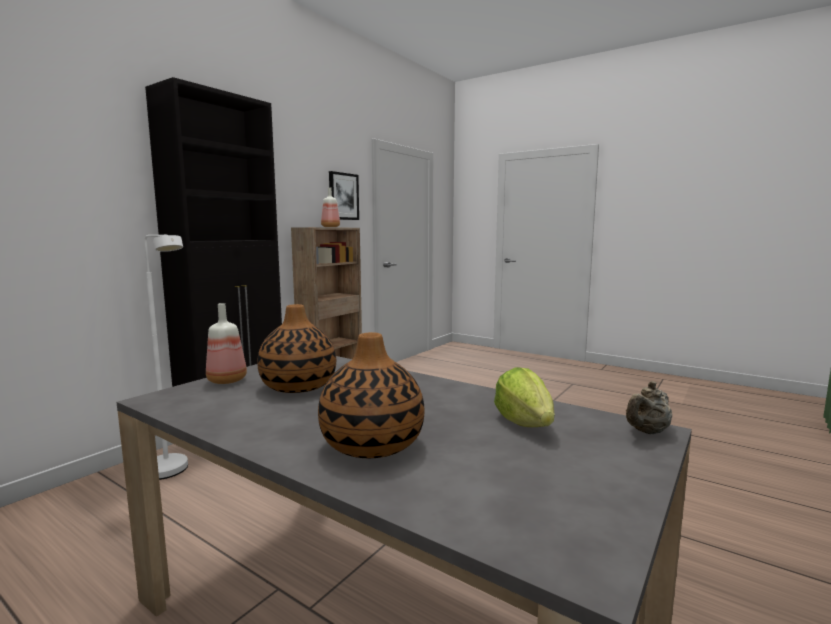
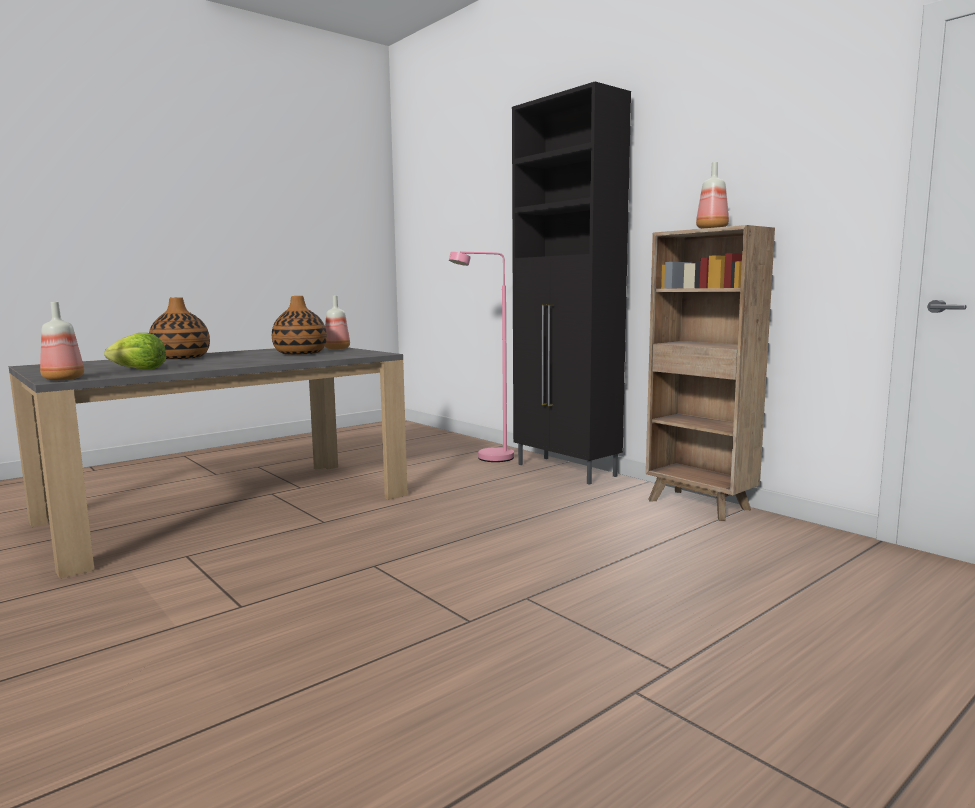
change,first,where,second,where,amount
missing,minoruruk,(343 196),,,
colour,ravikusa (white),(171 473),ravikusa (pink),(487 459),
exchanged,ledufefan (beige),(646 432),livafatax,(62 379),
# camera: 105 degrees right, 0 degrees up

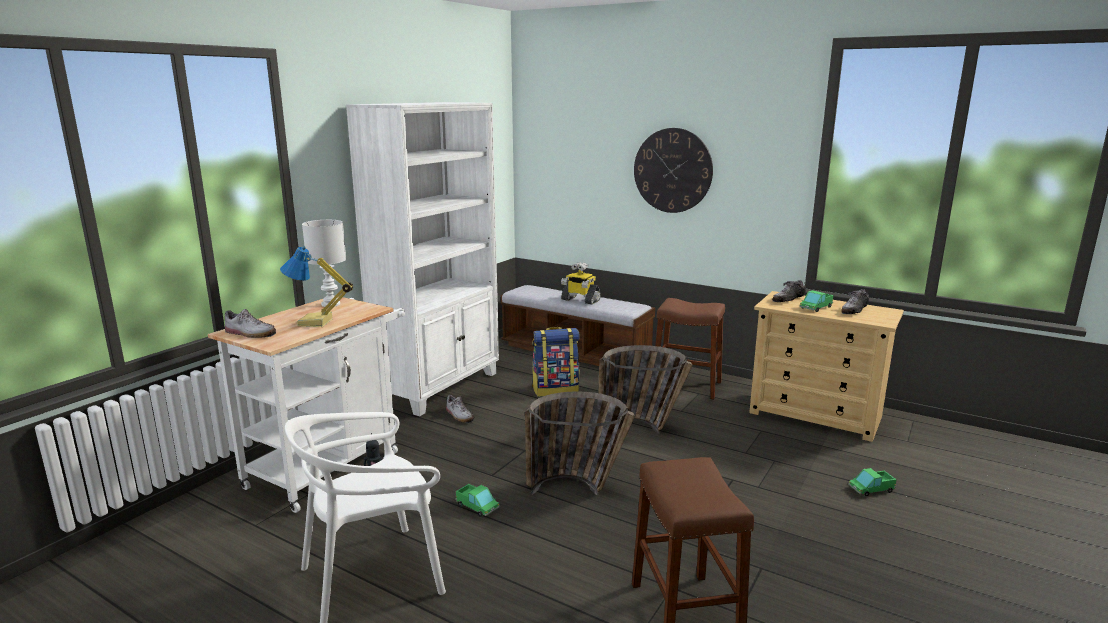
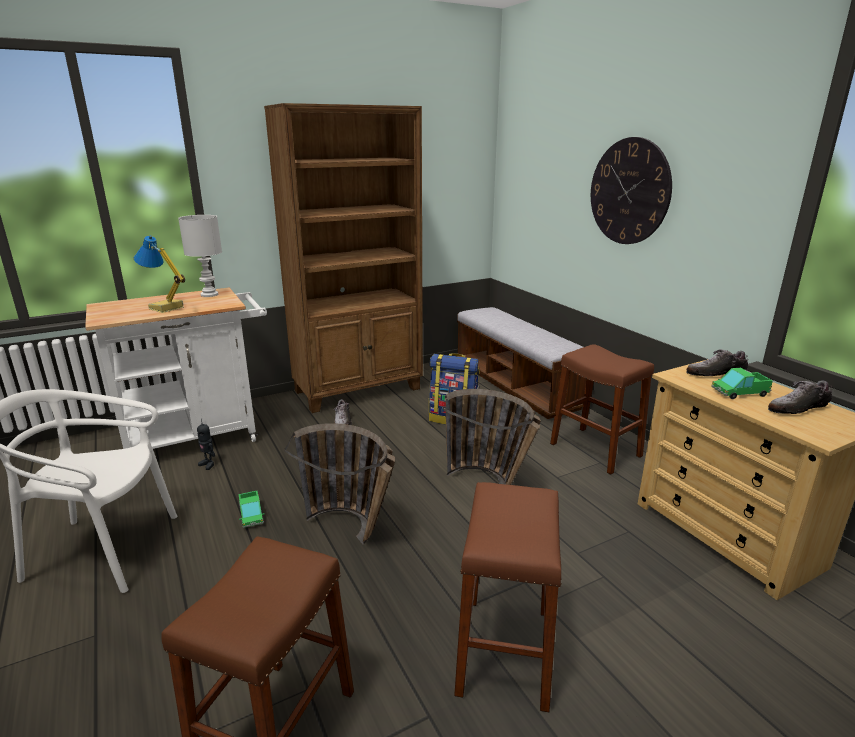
change,first,where,second,where,amount
colour,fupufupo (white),(439 387),fupufupo (brown),(359 390),
missing,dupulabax,(580 300),,,
missing,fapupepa,(250 333),,,
missing,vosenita,(871 489),,,
appeared,,,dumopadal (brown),(505 650),
# camera: 30 degrees right, 5 degrees up

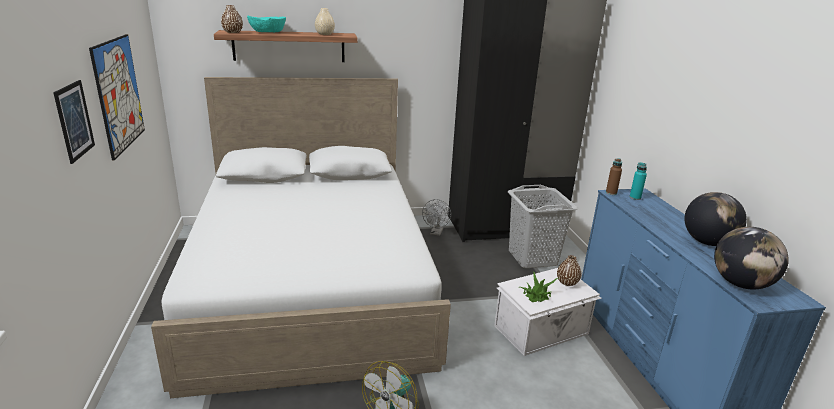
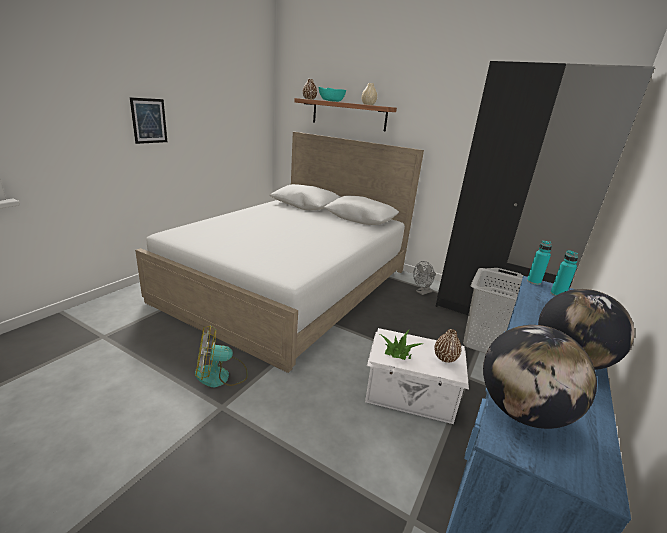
change,first,where,second,where,amount
missing,minoruruk,(119 94),,,
colour,livafatax (brown),(611 193),livafatax (turquoise),(533 282),
# camera: 40 degrees right, 0 degrees up

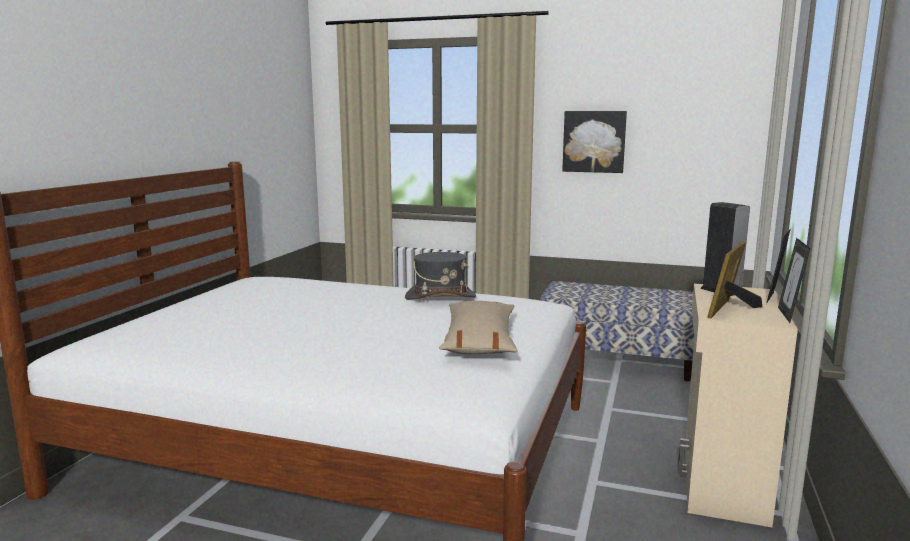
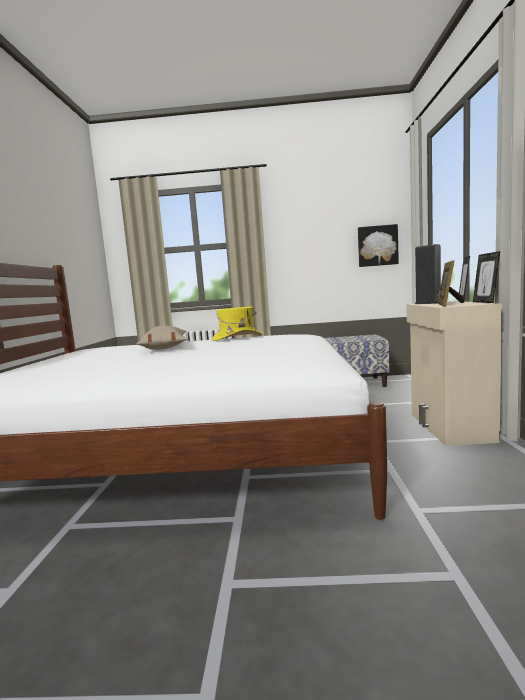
change,first,where,second,where,amount
relocated,minoruruk,(594 141),,(377 246),
colour,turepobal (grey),(440 297),turepobal (yellow),(237 338),
relocated,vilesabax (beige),(479 341),,(165 347),
# camera: 15 degrees left, 5 degrees down

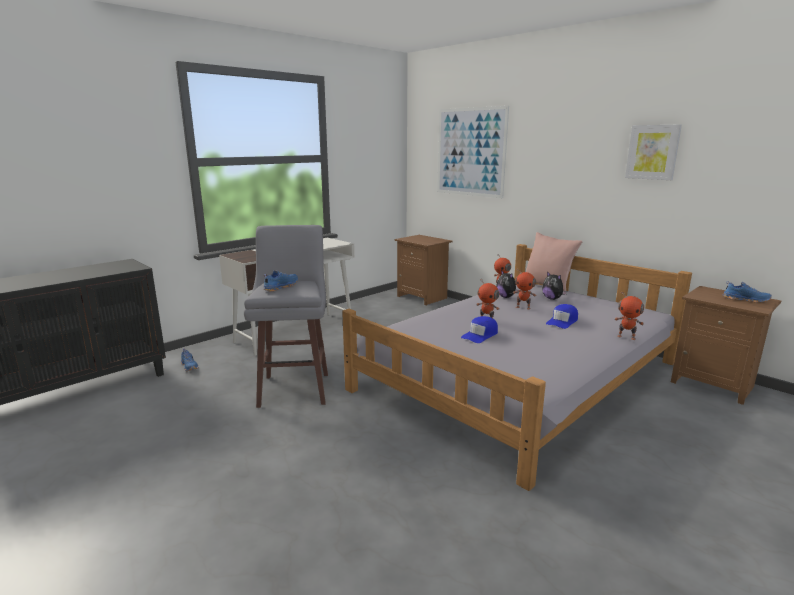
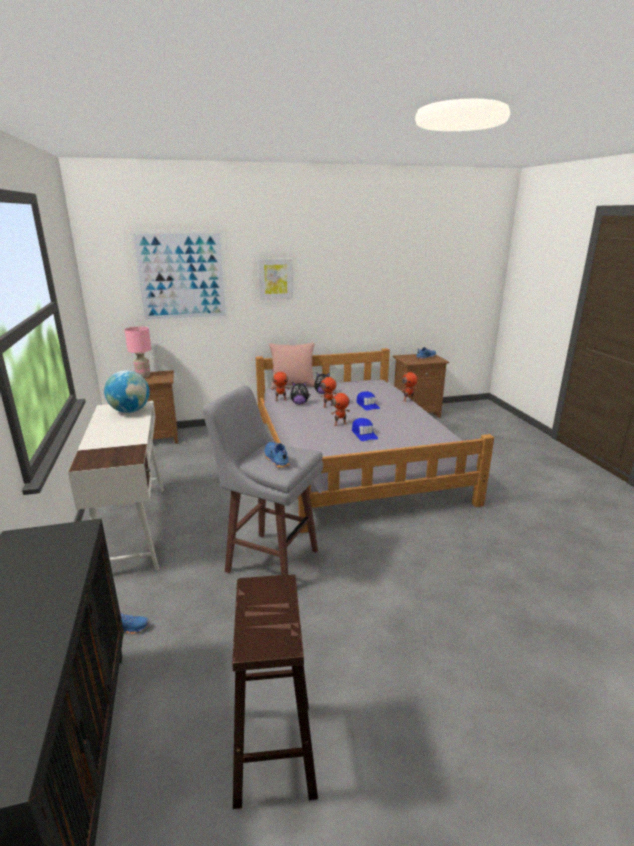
change,first,where,second,where,amount
relocated,minoruruk,(652 152),,(275 279),
appeared,,,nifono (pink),(143 376),
appeared,,,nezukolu,(130 411),
appeared,,,dumopadal (brown),(274 753),
# camera: 60 degrees left, 5 degrees up

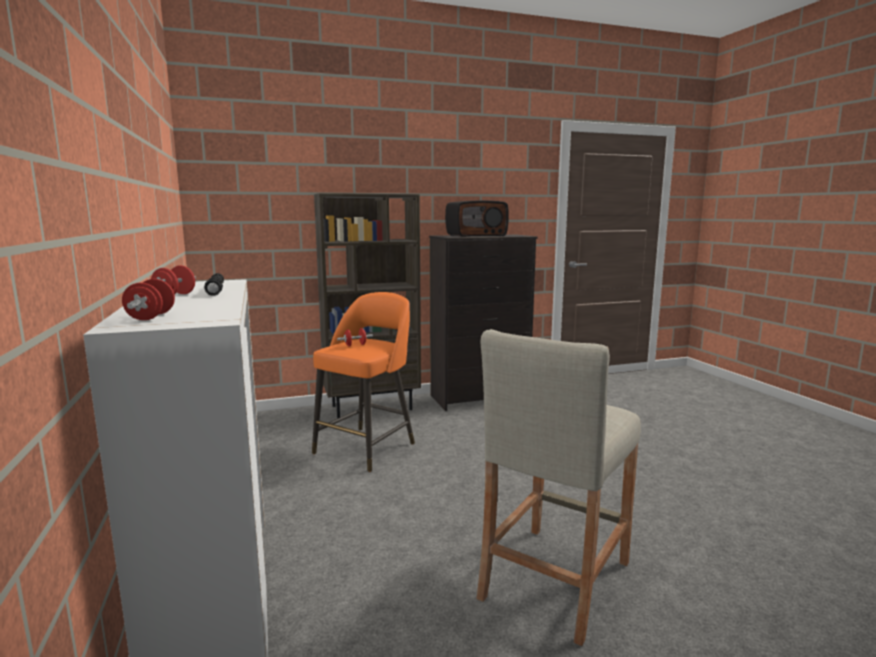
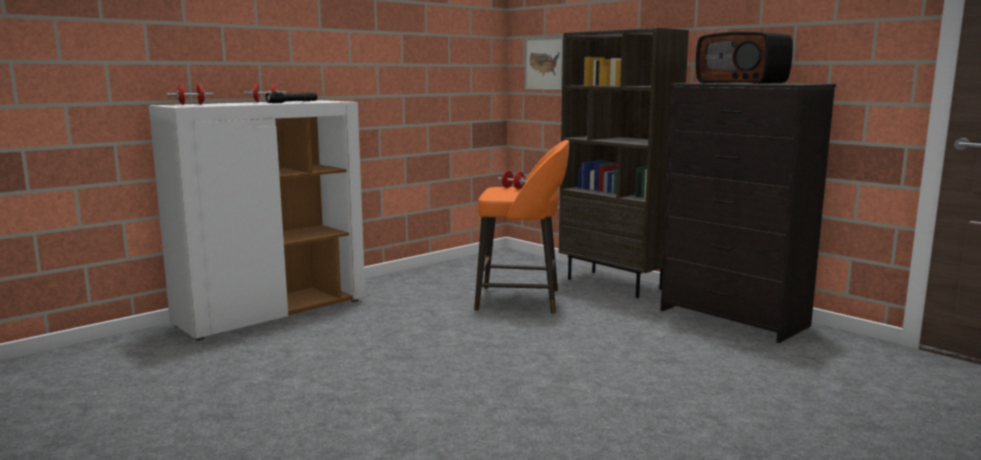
change,first,where,second,where,amount
missing,dumopadal (beige),(554 579),,,
appeared,,,minoruruk,(544 64),
# camera: 65 degrees right, 0 degrees up

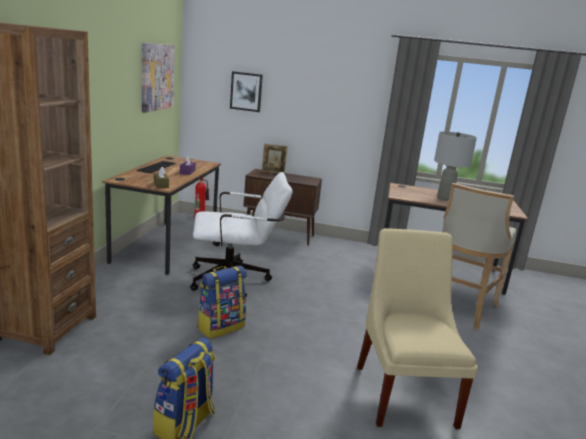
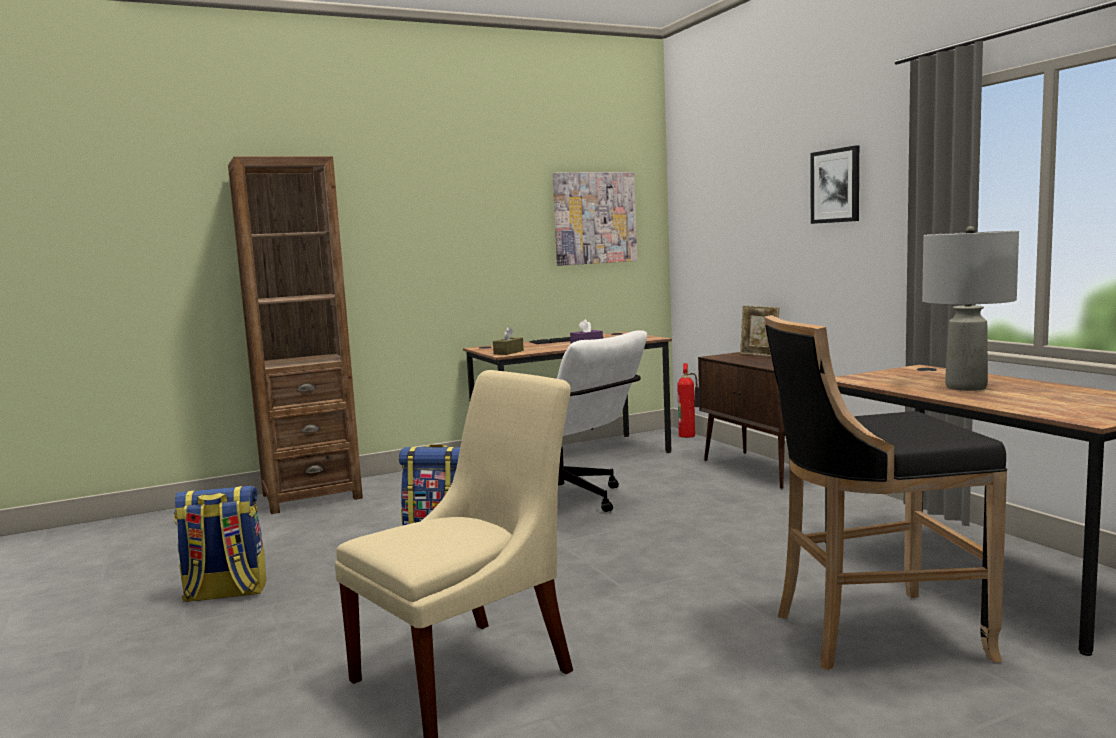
change,first,where,second,where,amount
relocated,minoruruk,(246 91),,(836 186),
colour,dumopadal (beige),(459 309),dumopadal (black),(871 634),
# camera: 55 degrees right, 10 degrees down

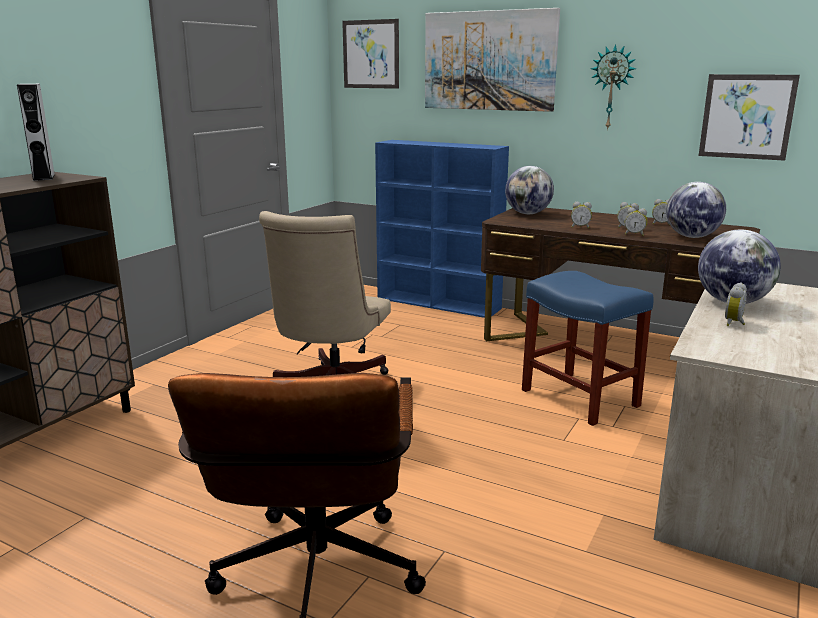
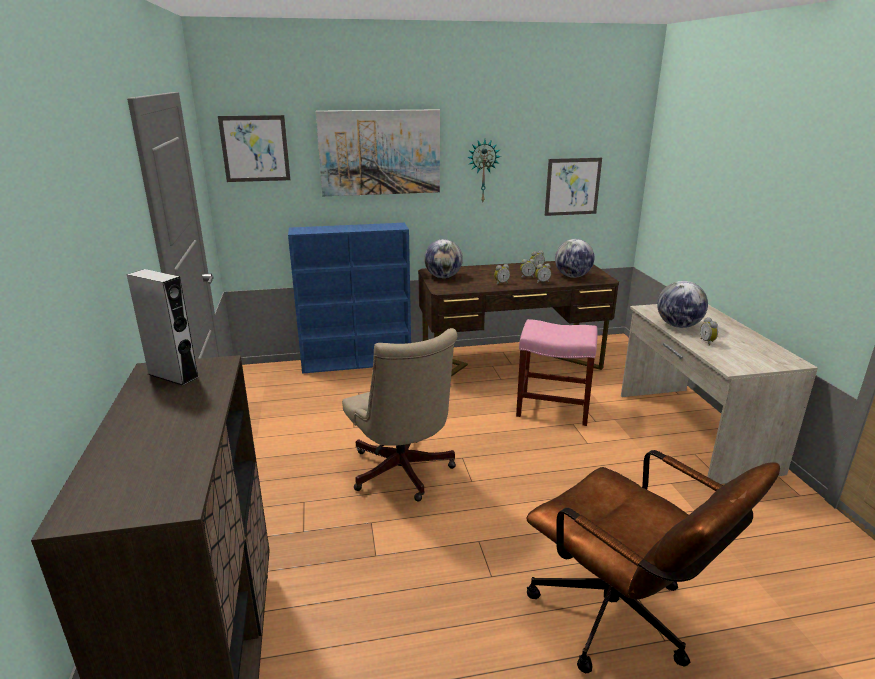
change,first,where,second,where,amount
colour,dumopadal (blue),(578 397),dumopadal (pink),(551 408),
# camera: 40 degrees left, 5 degrees up

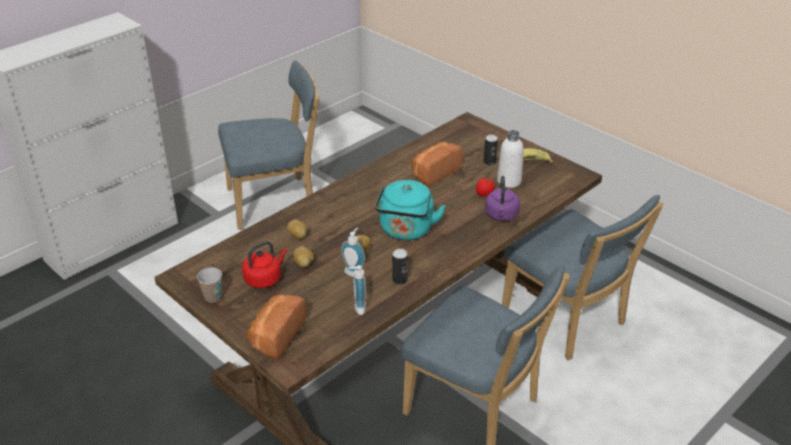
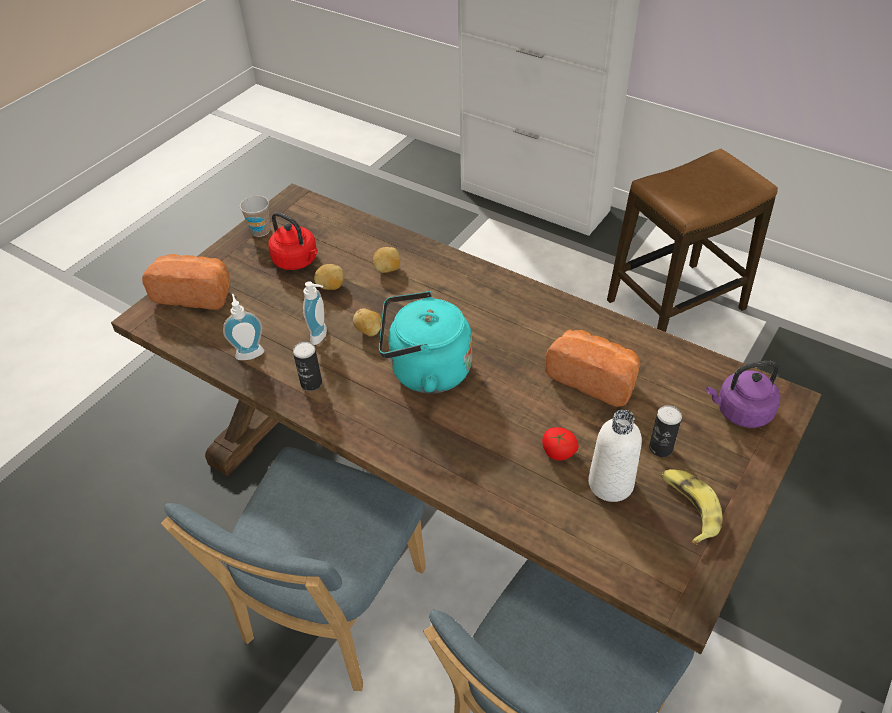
change,first,where,second,where,amount
exchanged,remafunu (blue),(276 202),dumopadal,(675 305),
relocated,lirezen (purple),(501 216),,(740 412),
# camera: 80 degrees right, 10 degrees up

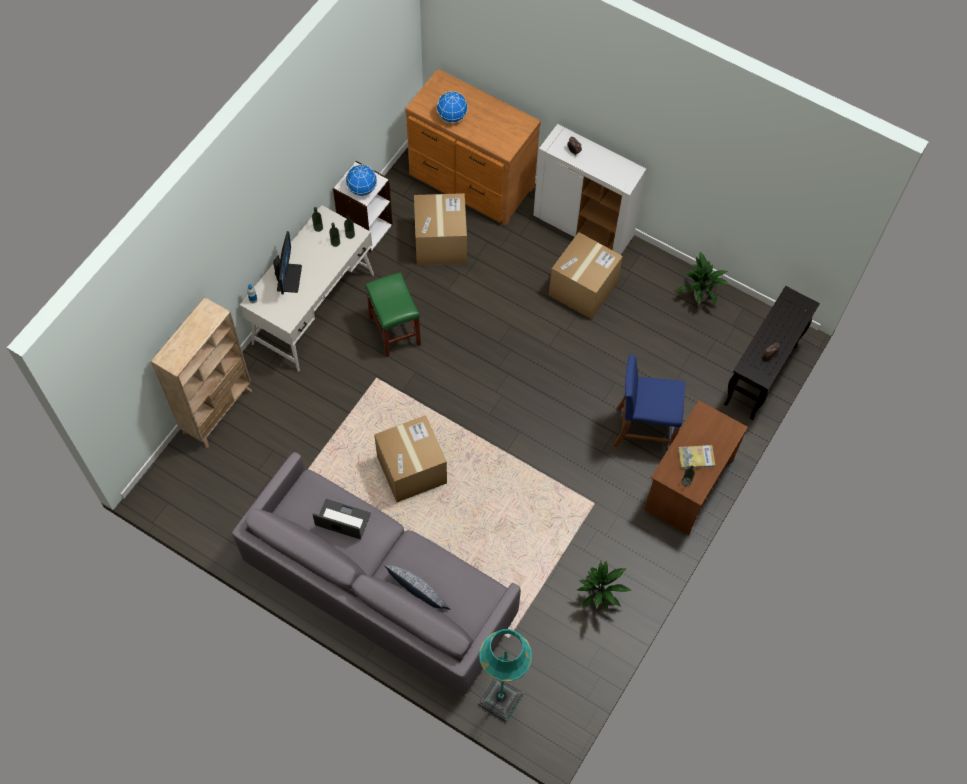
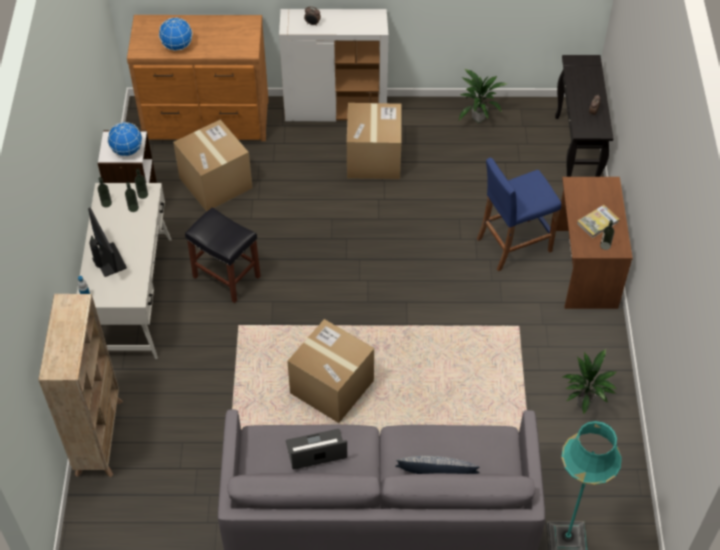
change,first,where,second,where,amount
colour,dumopadal (green),(395 331),dumopadal (black),(227 277),
# camera: 30 degrees left, 10 degrees down

